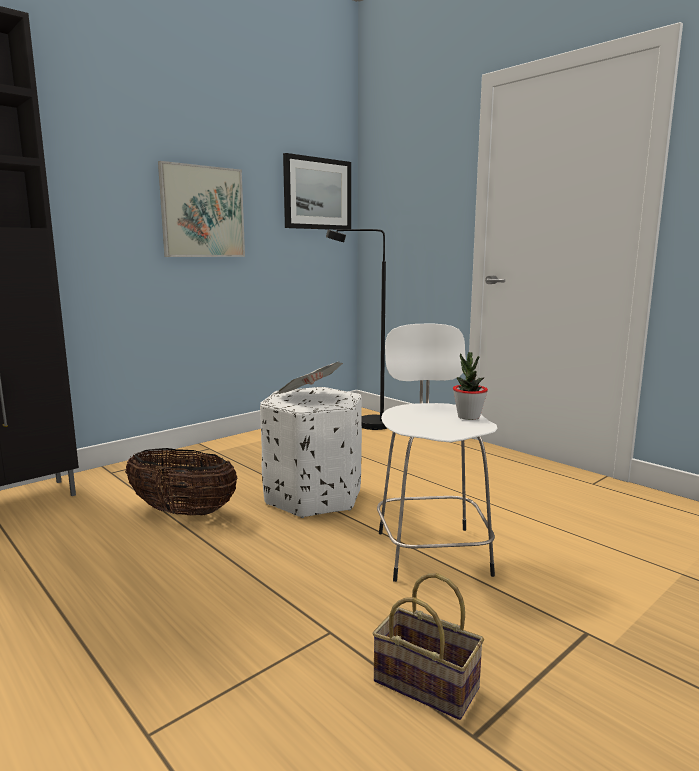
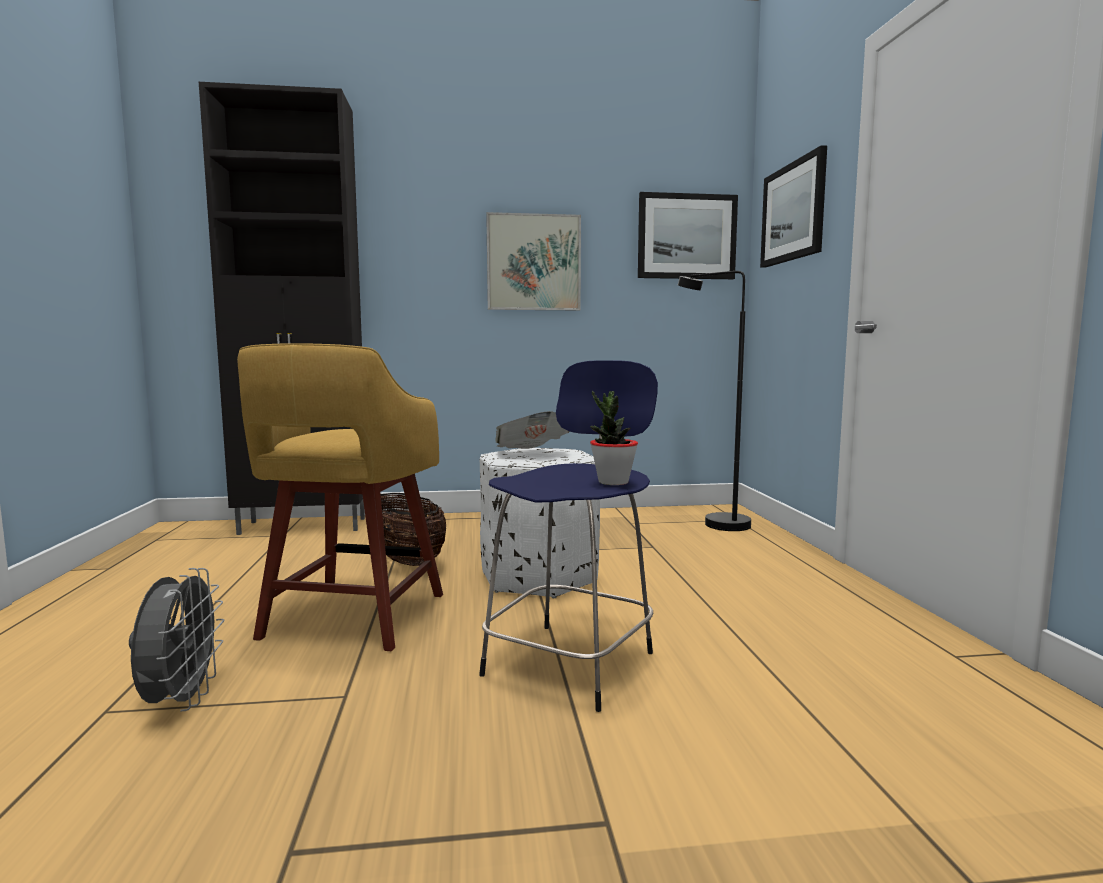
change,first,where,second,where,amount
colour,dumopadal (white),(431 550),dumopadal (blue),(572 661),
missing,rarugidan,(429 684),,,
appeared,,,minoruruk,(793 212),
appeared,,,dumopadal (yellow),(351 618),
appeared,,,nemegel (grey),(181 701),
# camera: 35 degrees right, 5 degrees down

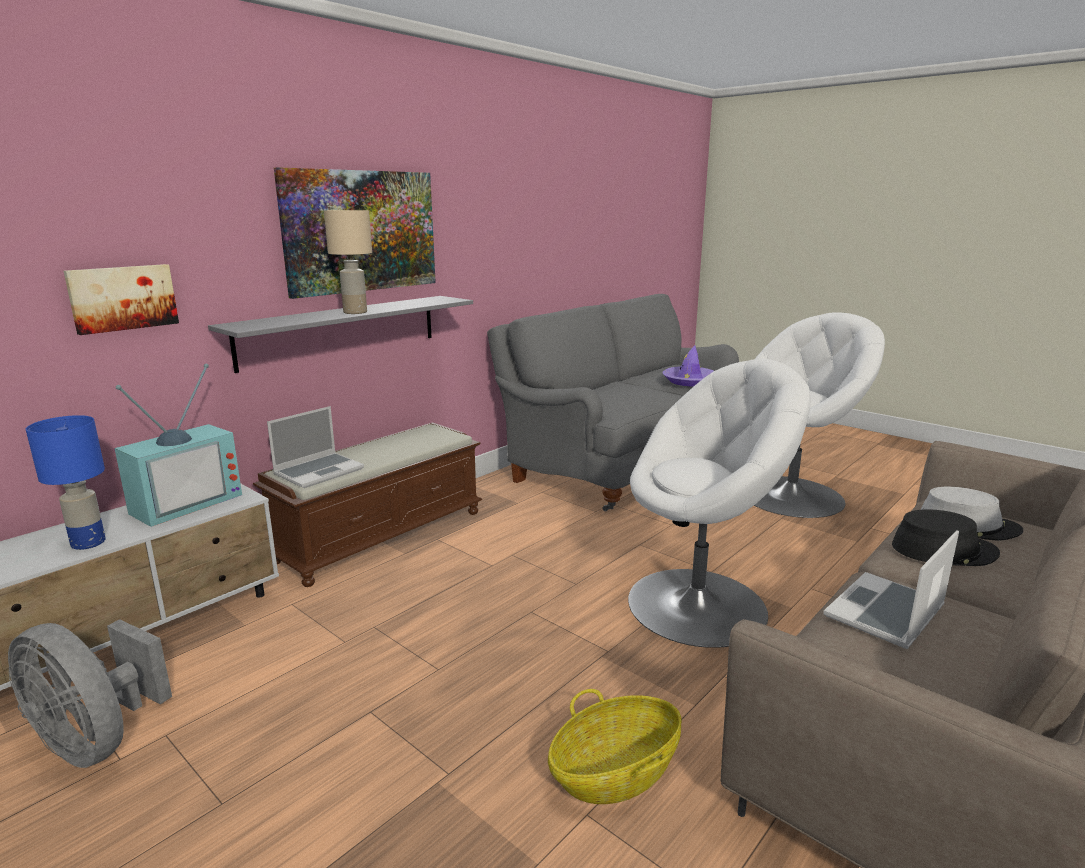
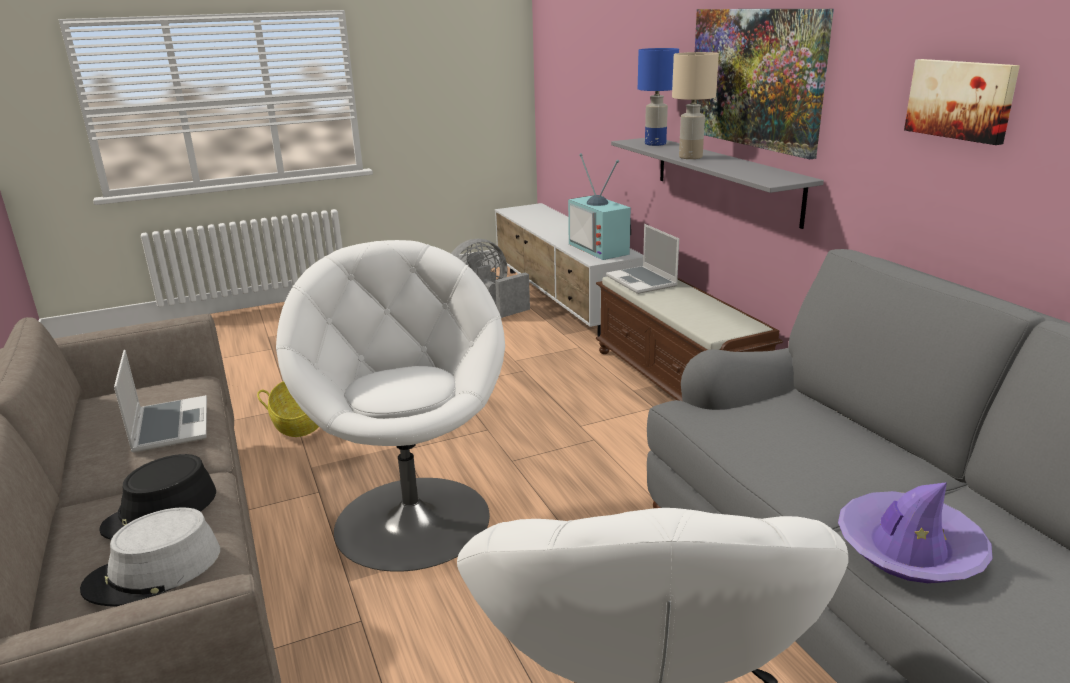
change,first,where,second,where,amount
relocated,minoruruk,(122 298),,(961 99),
spun,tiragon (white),(699 605),,(413 519),150 degrees clockwise
relocated,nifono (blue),(89 543),,(656 144),
# camera: 115 degrees right, 5 degrees up

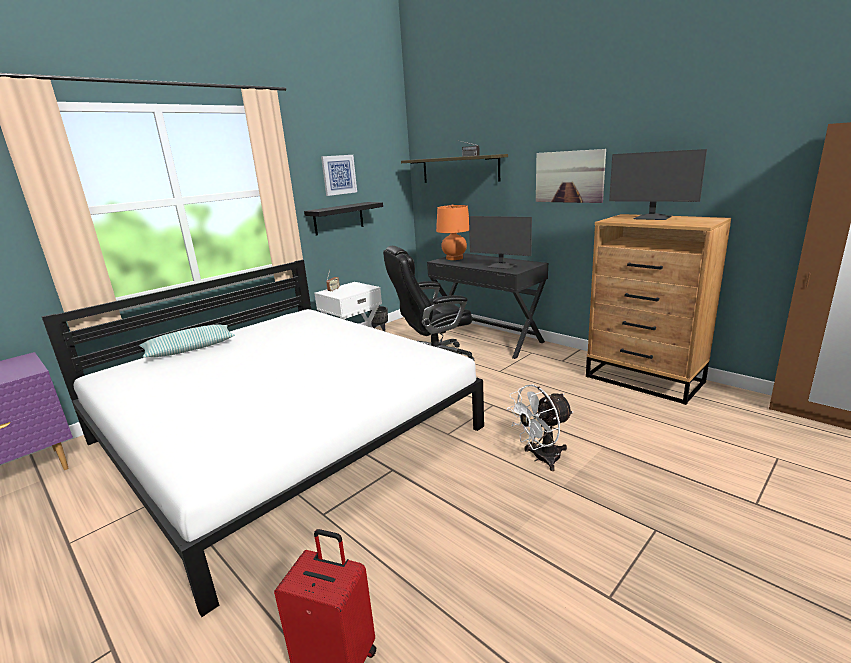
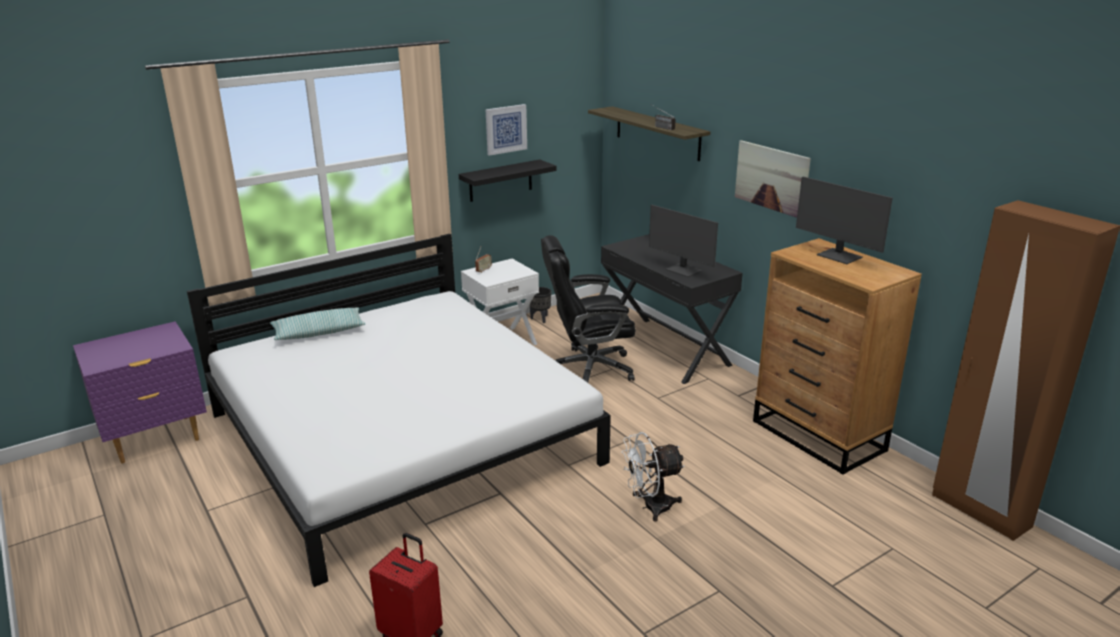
change,first,where,second,where,amount
missing,nifono (orange),(454 258),,,
# camera: 10 degrees right, 5 degrees up

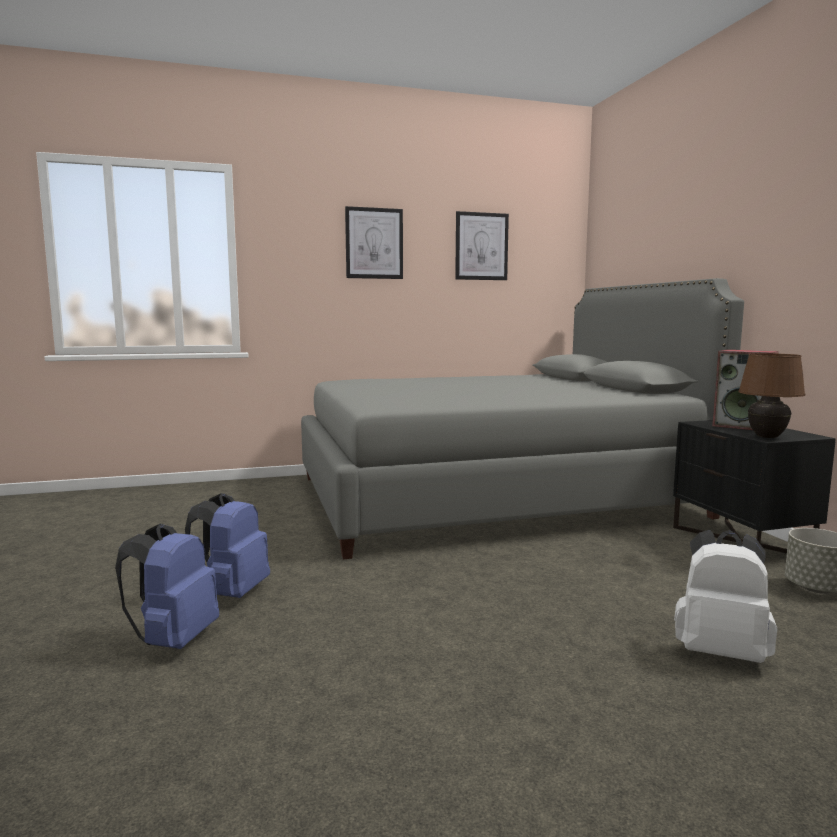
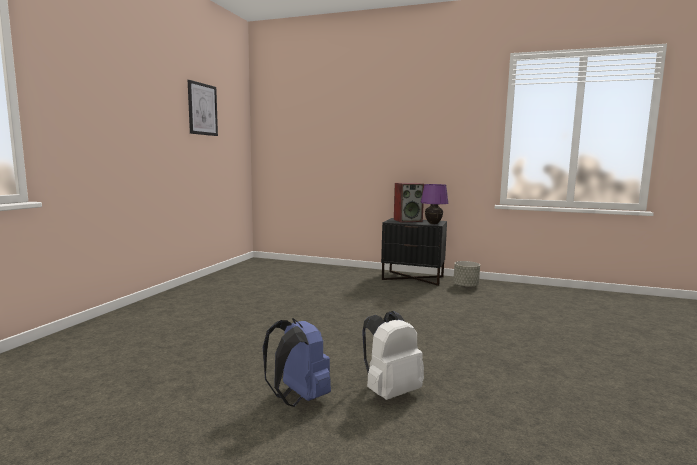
change,first,where,second,where,amount
missing,minoruruk,(374 243),,,
missing,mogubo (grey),(491 496),,,
colour,nifono (brown),(766 437),nifono (purple),(433 224),
missing,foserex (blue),(174 640),,,
relocated,foserex (white),(720 652),,(390 392),
# camera: 55 degrees left, 0 degrees up

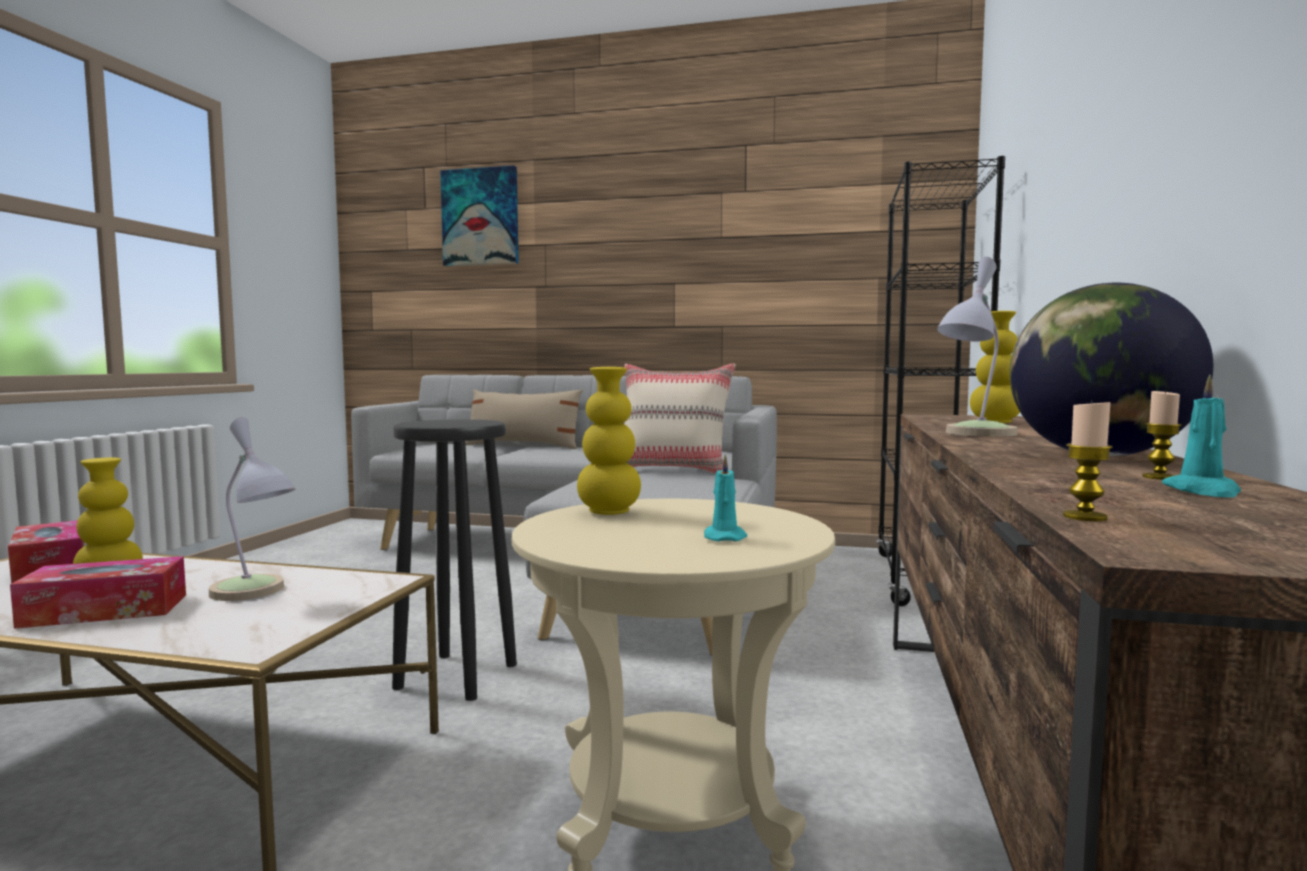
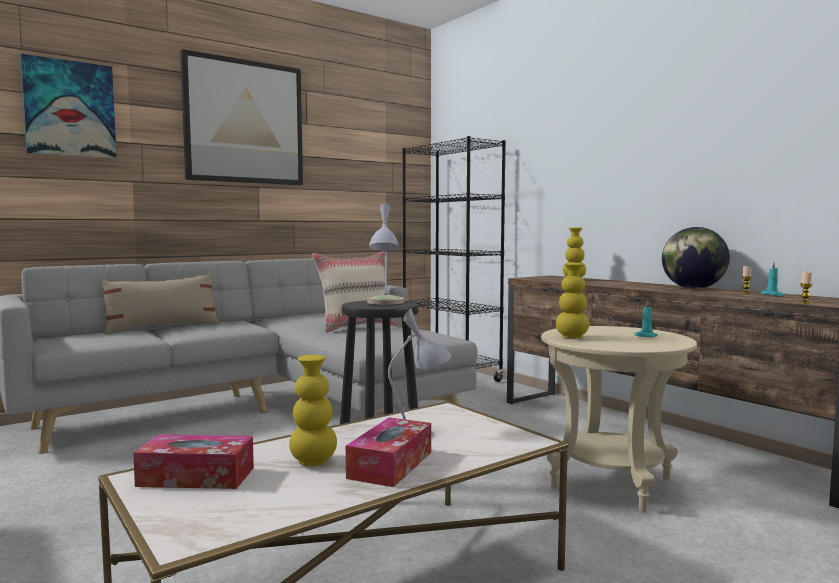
change,first,where,second,where,amount
relocated,nifono,(973 434),,(385 303),
appeared,,,minoruruk,(244 122),
# camera: 50 degrees left, 0 degrees up

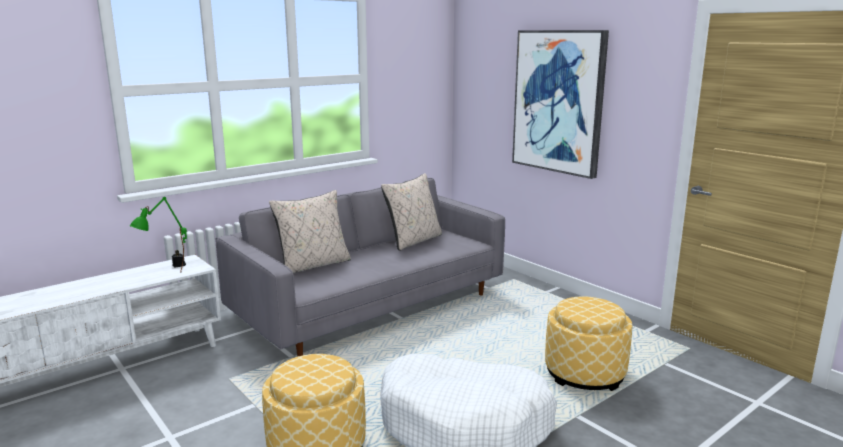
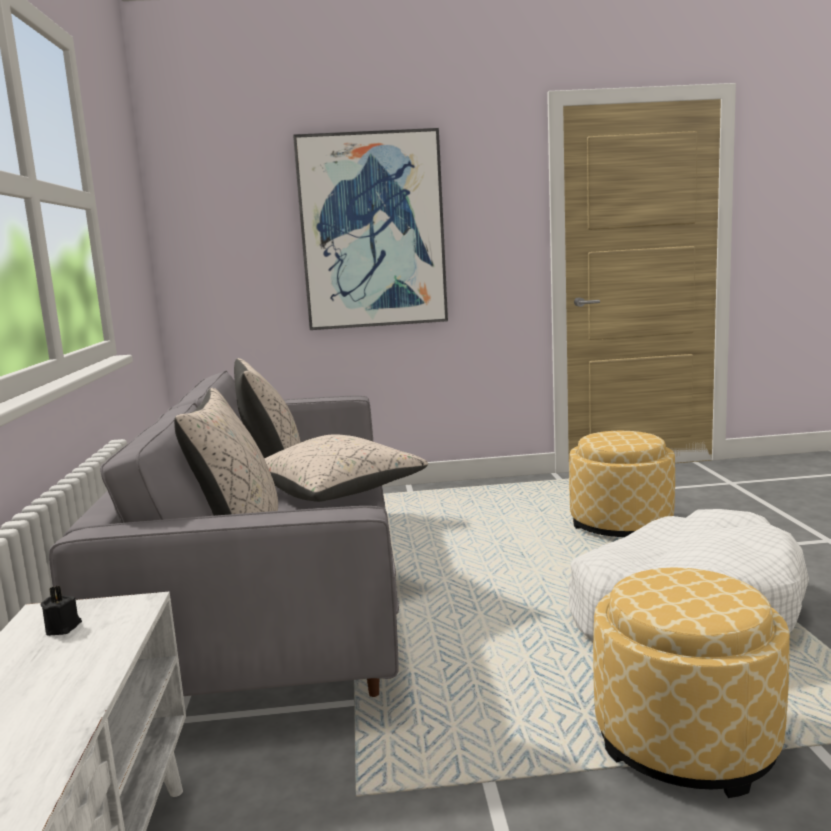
change,first,where,second,where,amount
missing,nifono (green),(166 279),,,
appeared,,,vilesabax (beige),(340 491),
# camera: 55 degrees left, 5 degrees down

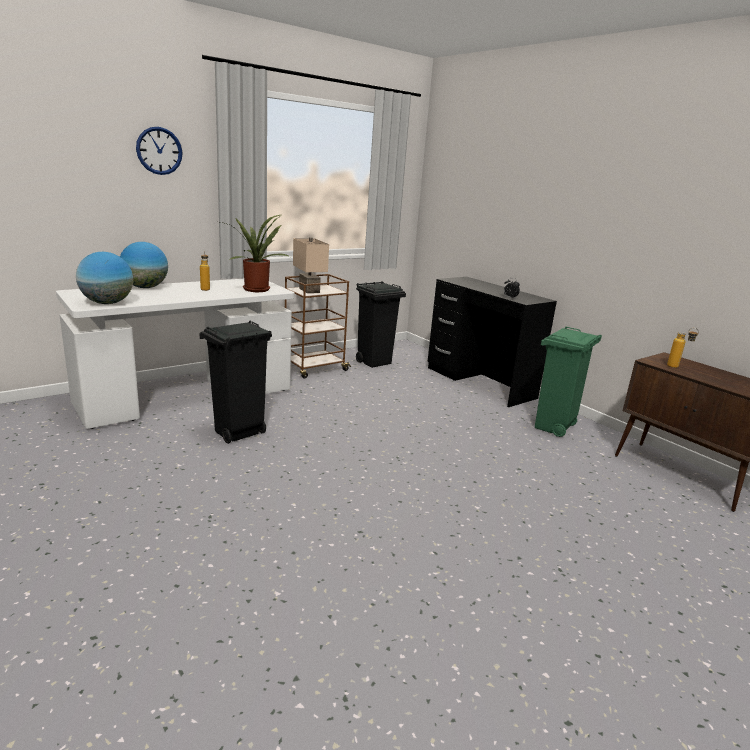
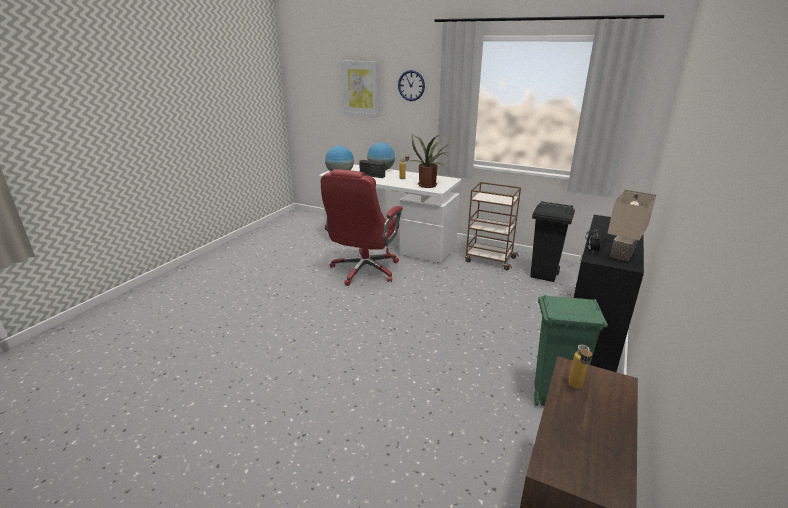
change,first,where,second,where,amount
relocated,nifono (beige),(310 290),,(623 254),
exchanged,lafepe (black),(238 433),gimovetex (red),(364 270),
appeared,,,minoruruk,(361 88),
appeared,,,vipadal,(372 176),
# camera: 65 degrees right, 5 degrees up

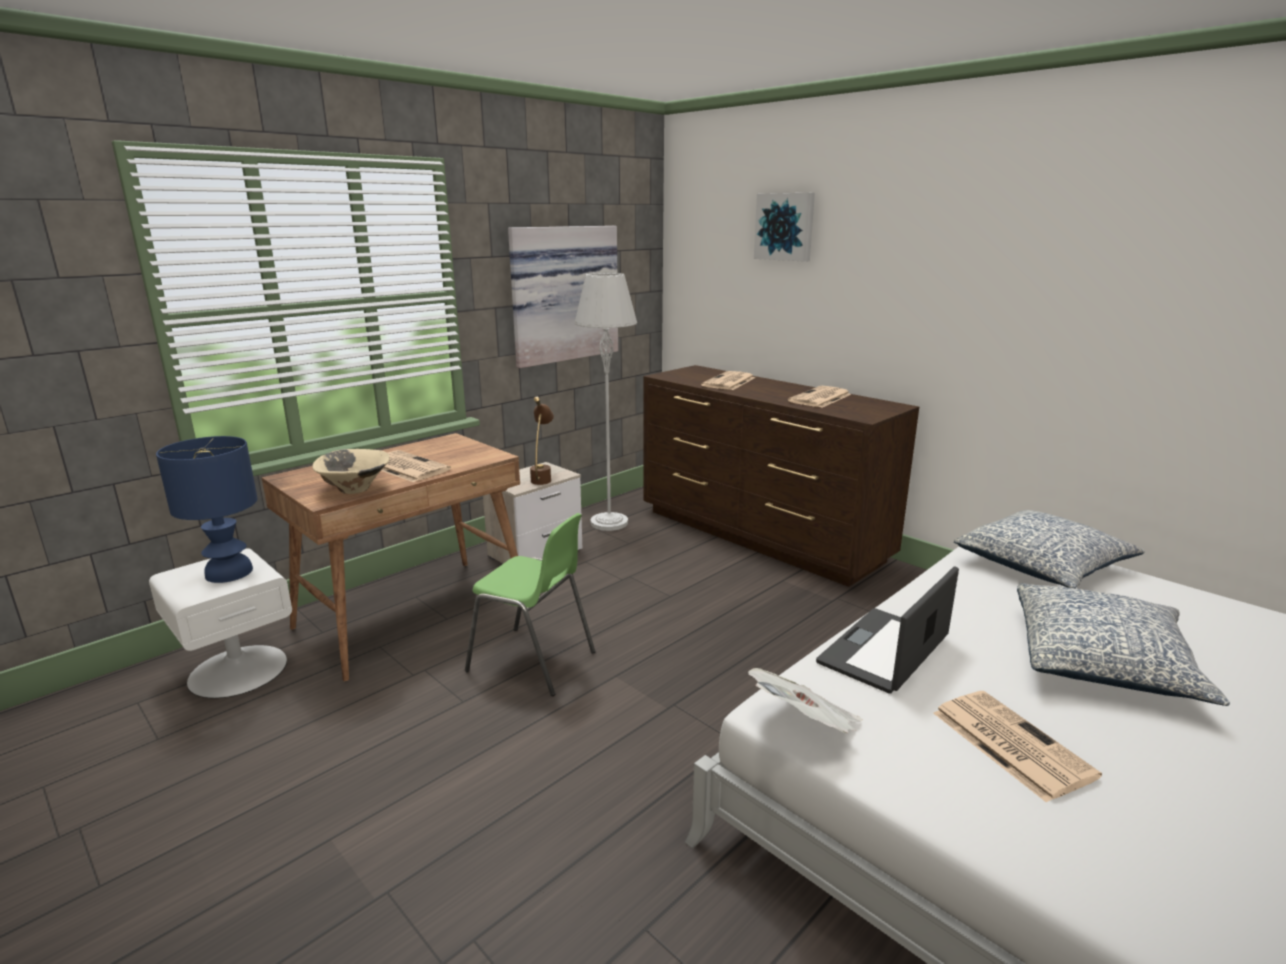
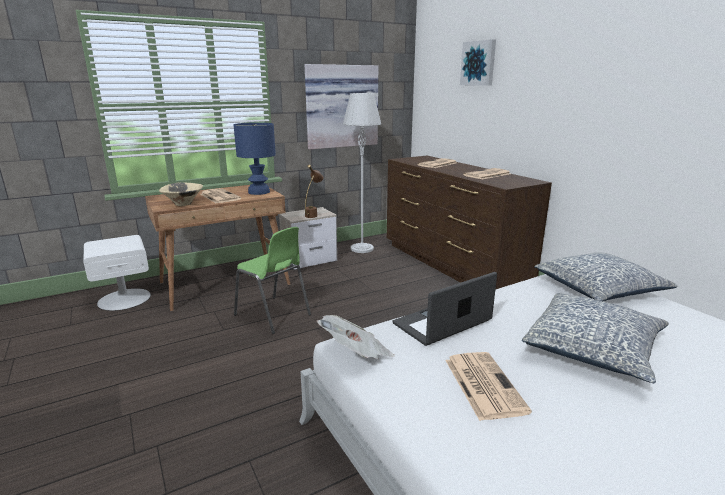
change,first,where,second,where,amount
relocated,nifono (blue),(229 572),,(259 192),
# camera: 15 degrees right, 0 degrees up

